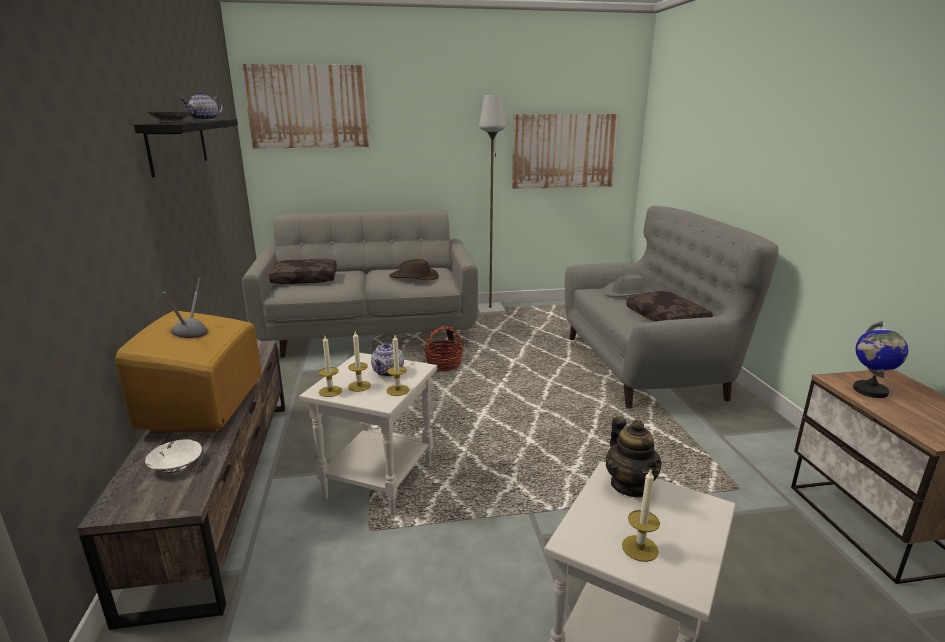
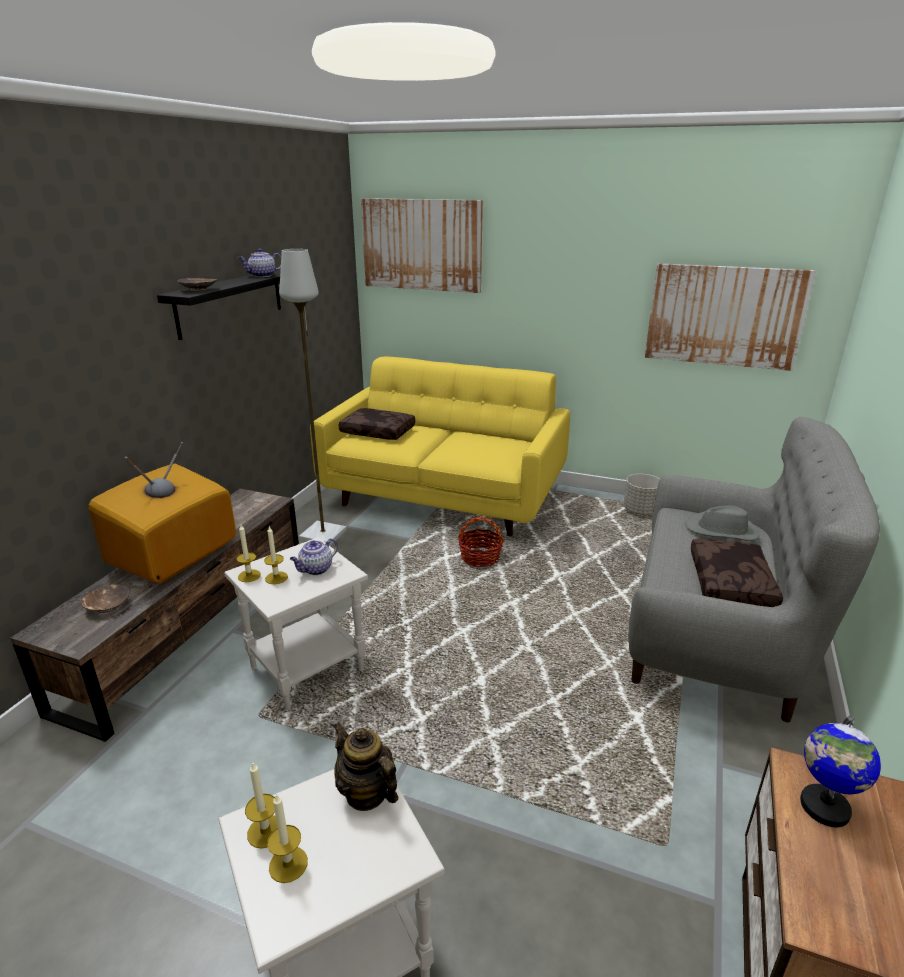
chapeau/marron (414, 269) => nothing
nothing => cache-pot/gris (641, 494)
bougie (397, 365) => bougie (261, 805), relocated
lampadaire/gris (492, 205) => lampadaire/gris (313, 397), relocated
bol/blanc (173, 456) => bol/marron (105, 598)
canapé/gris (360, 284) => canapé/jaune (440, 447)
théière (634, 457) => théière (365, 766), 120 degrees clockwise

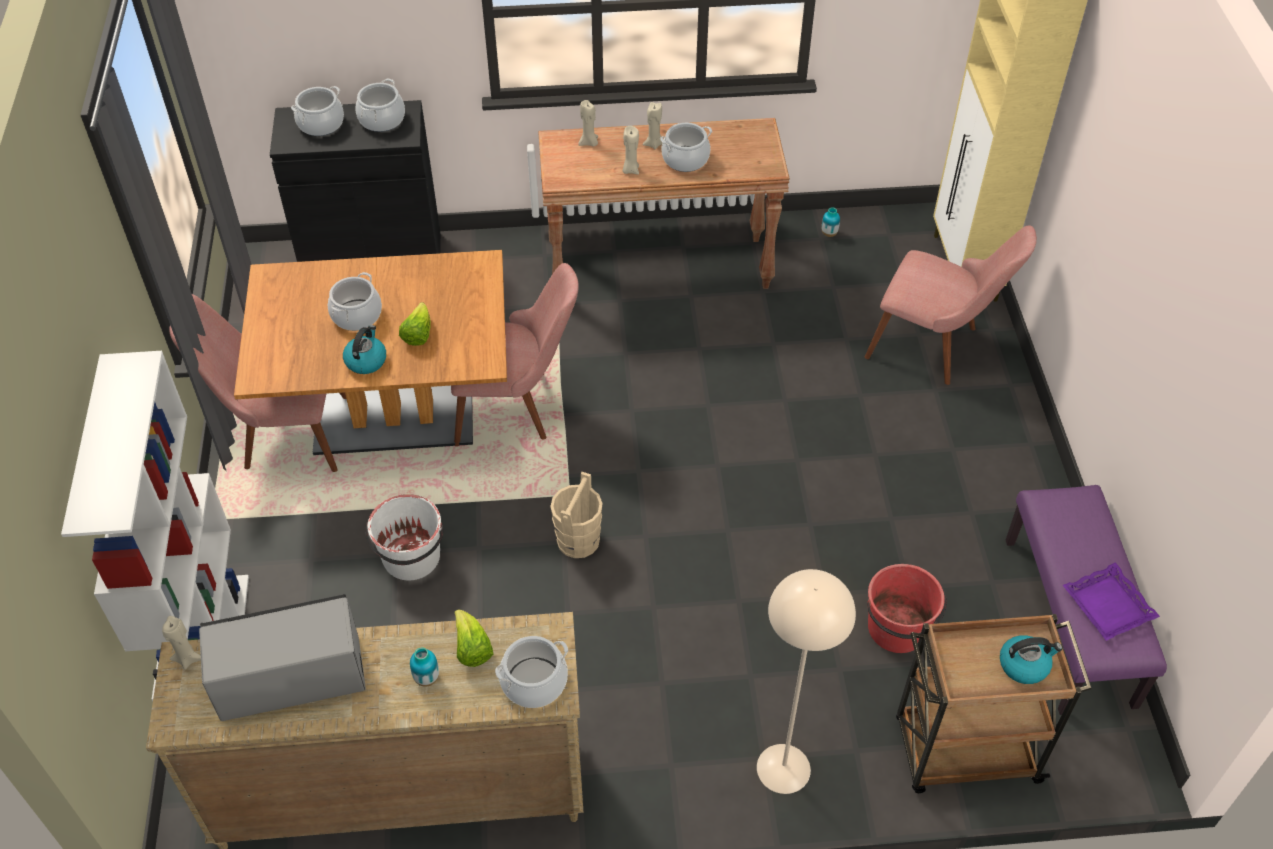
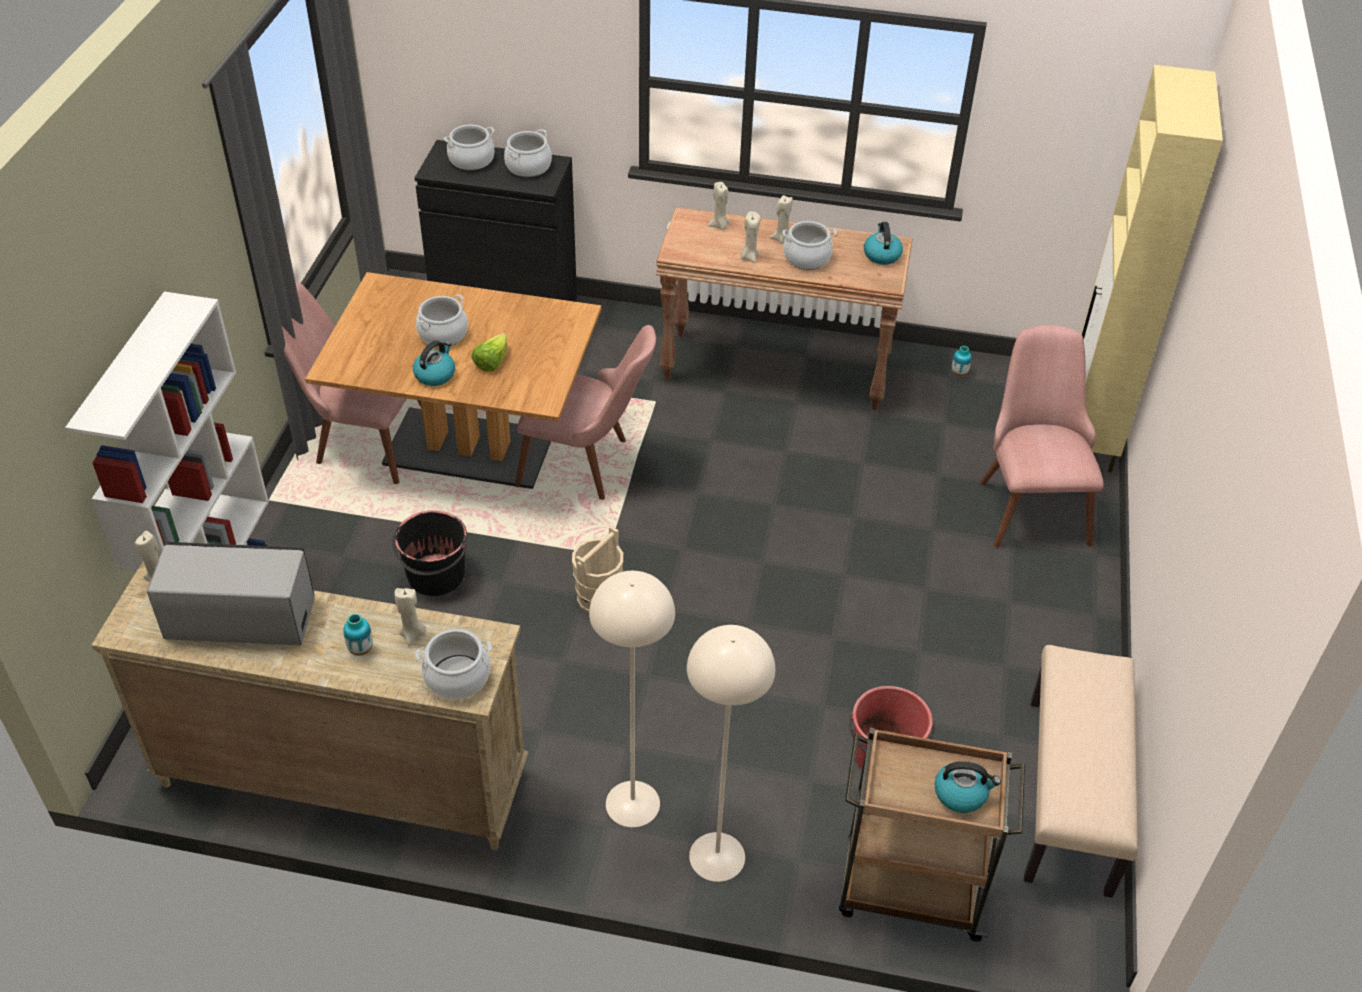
plateau/violet (1111, 601) => nothing
nothing => lampadaire/beige (632, 699)
nothing => bouilloire (883, 243)
laitue (474, 638) => bougie/beige (410, 617)
seau/blanc (404, 537) => seau/noir (429, 553)
banc/violet (1086, 600) => banc/beige (1081, 771)
chaise/rose (950, 305) => chaise/rose (1042, 436), 135 degrees counterclockwise

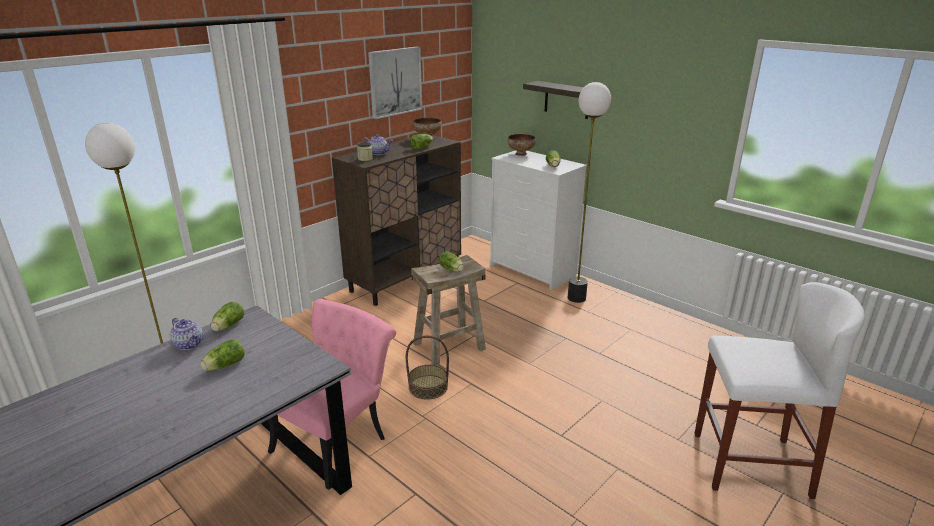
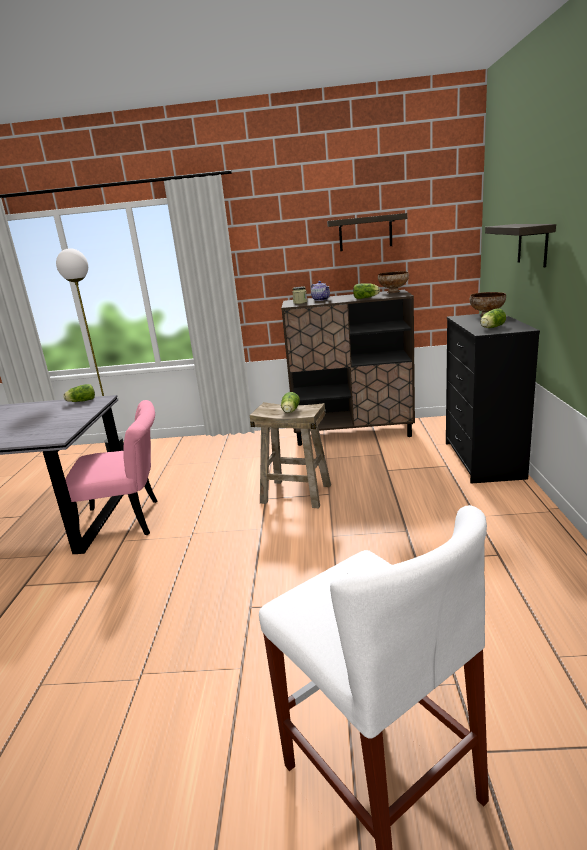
théière (186, 334) => nothing
laitue (222, 355) => nothing
panier (427, 368) => nothing
lampadaire (589, 192) => nothing
tableau (395, 83) => étagère (367, 232)
commode/blanc (538, 220) => commode/noir (493, 399)

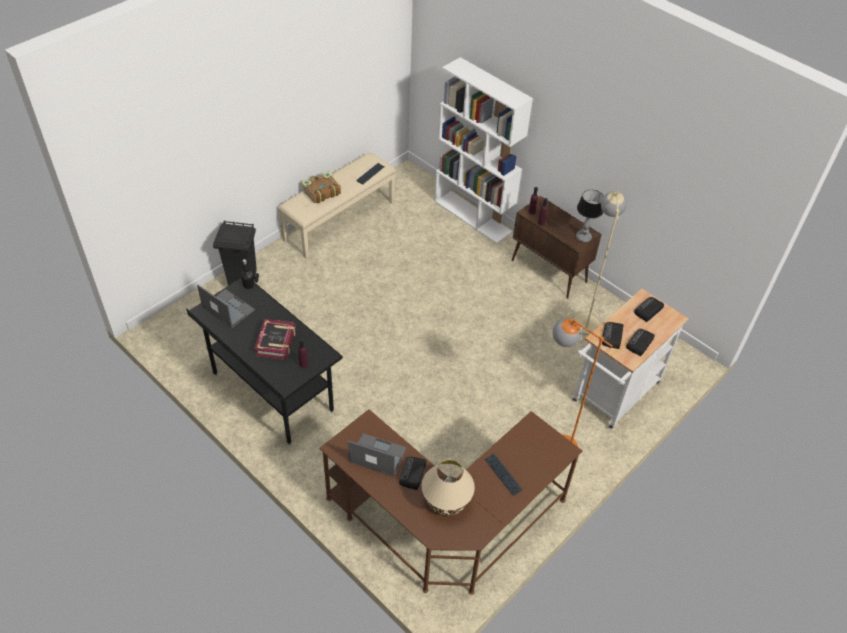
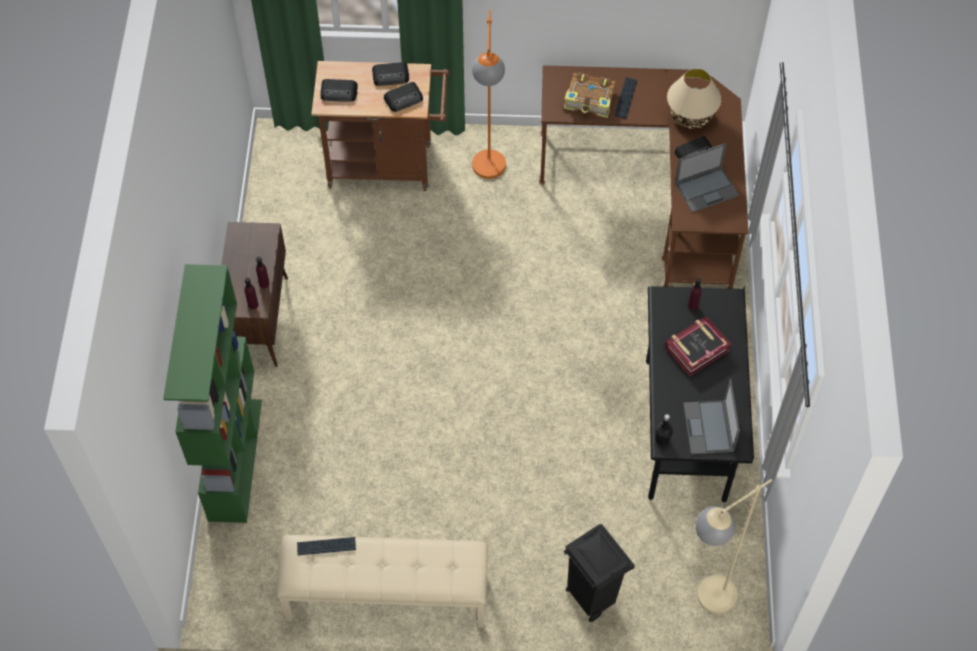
lampe de table (590, 216) => nothing
livre (321, 187) => livre (589, 95), relocated
lampadaire/beige (600, 263) => lampadaire/beige (733, 546), relocated
bibliothèque/blanc (483, 150) => bibliothèque/vert (212, 393)
chariot/blanc (630, 359) => chariot/marron (380, 126)
ordinateur portable (377, 455) => ordinateur portable (707, 178), 90 degrees counterclockwise

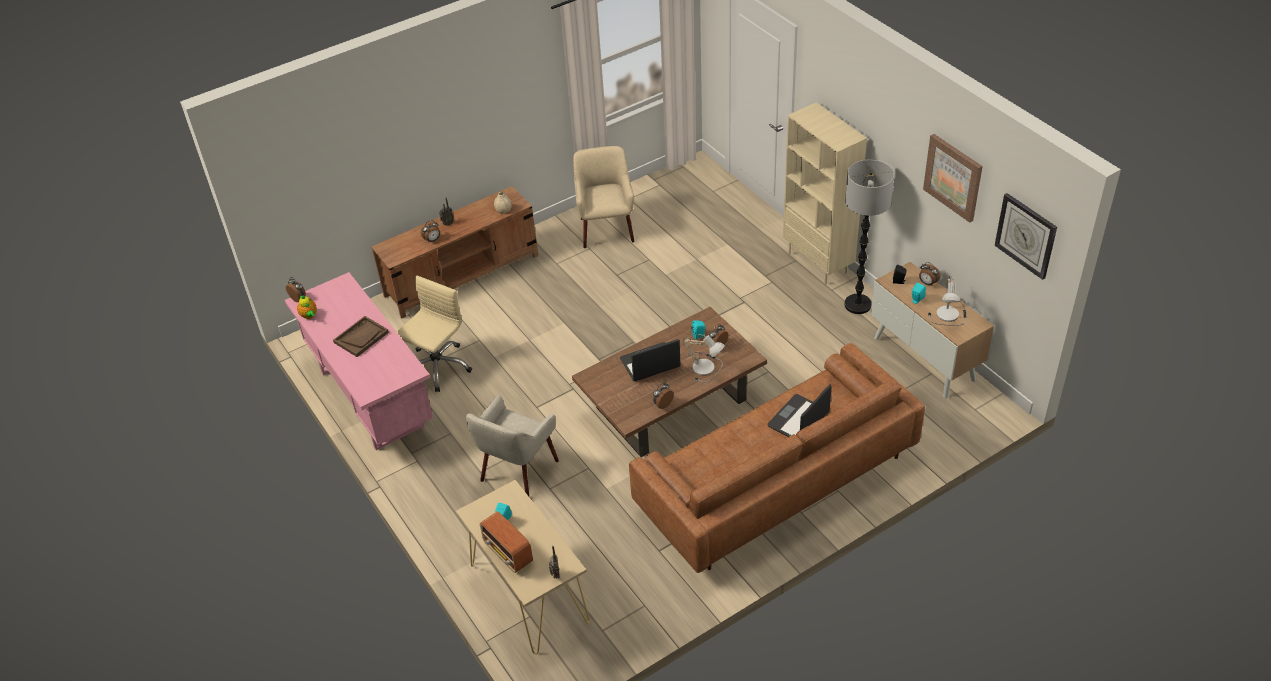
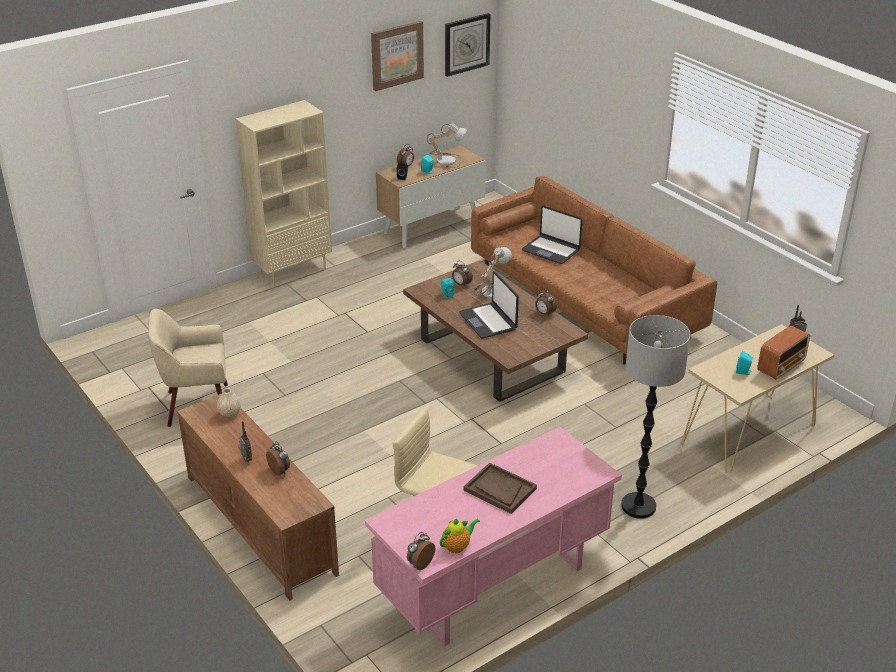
fauteuil/beige (512, 445) => nothing
lampadaire (869, 237) => lampadaire (656, 417), relocated

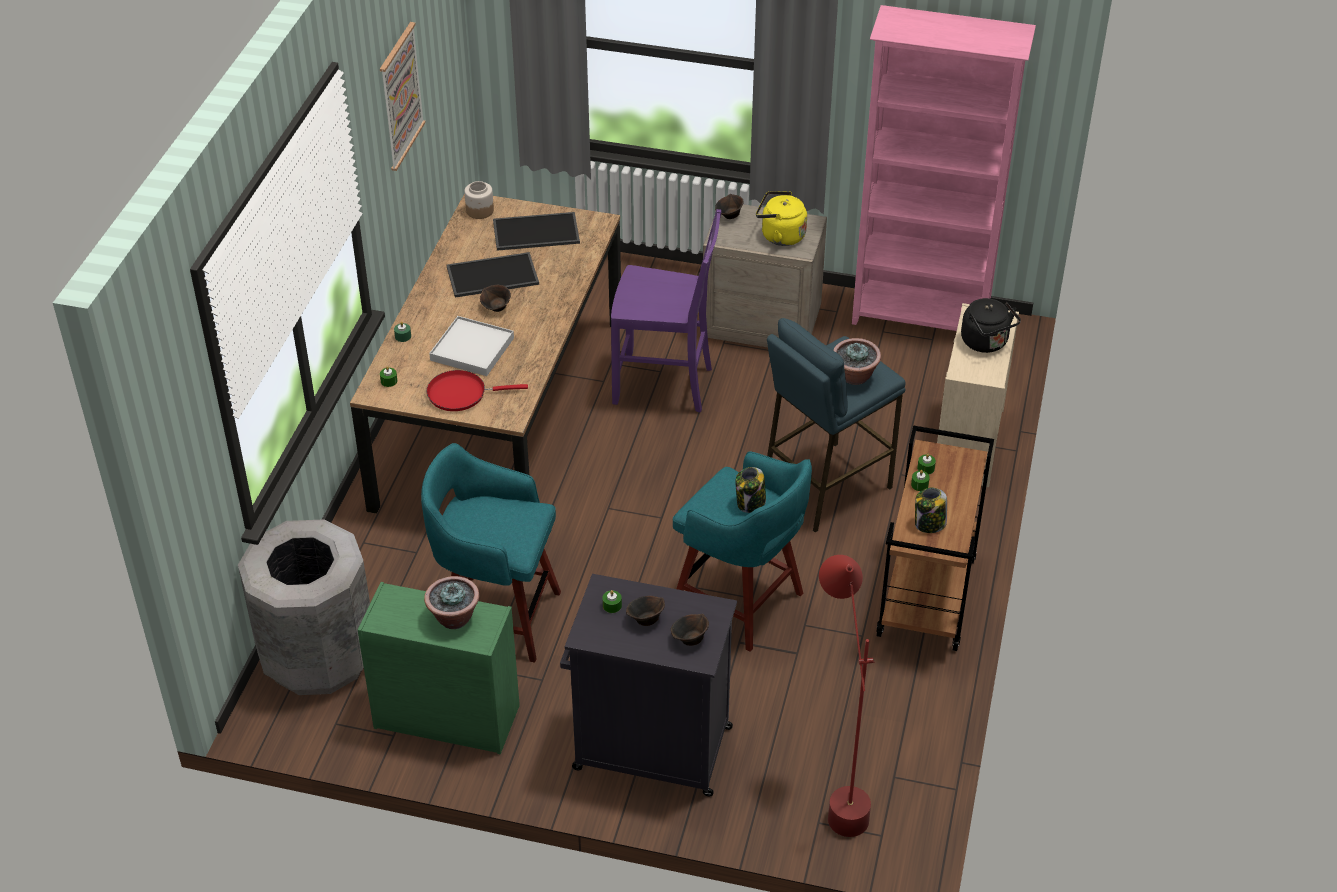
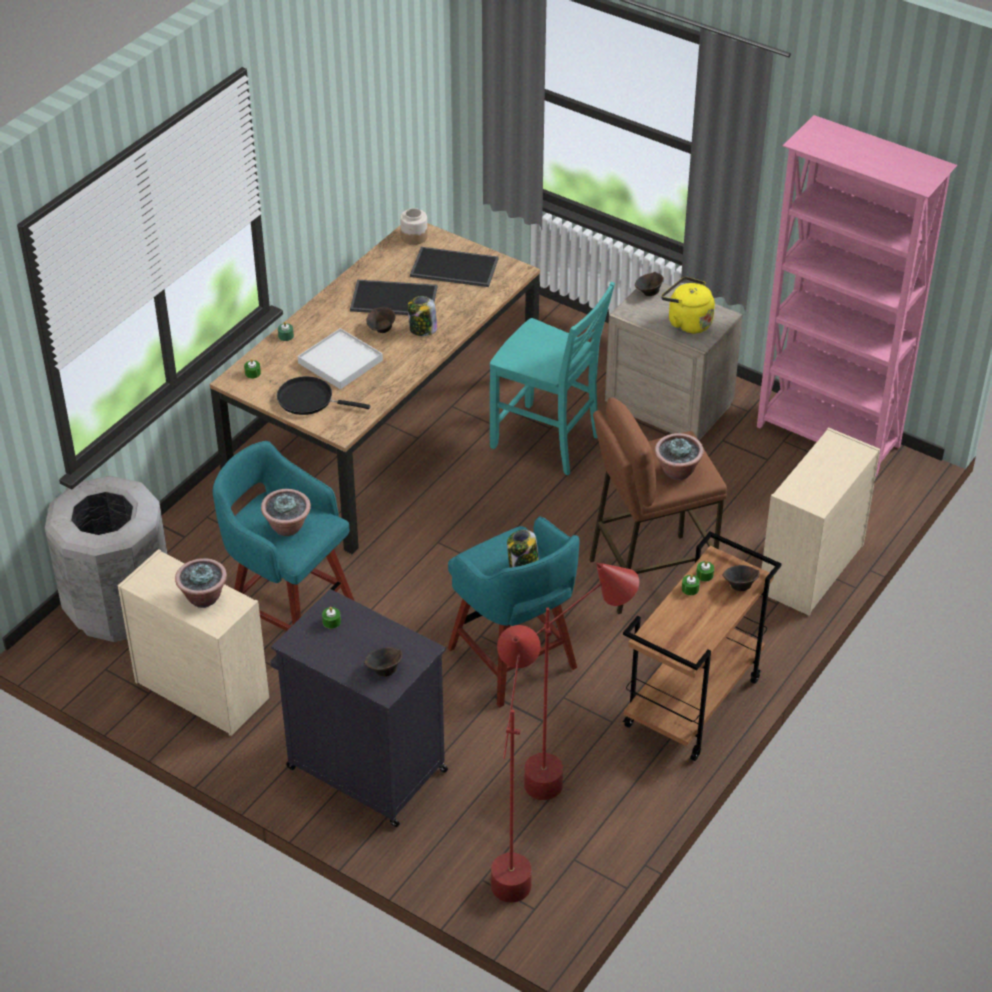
tableau (403, 96) => nothing
bouilloire/noir (991, 325) => nothing
nothing => plante en pot (286, 512)
nothing => lampadaire/rouge (581, 681)
bol/marron (645, 611) => bol/marron (741, 578), relocated
bocal (931, 510) => bocal (422, 316), relocated
commode/vert (439, 668) => commode/beige (193, 642)
poêle/rouge (477, 390) => poêle/noir (324, 395)
chaise/violet (666, 311) => chaise/turquoise (552, 378)
tabouret/bleu (836, 425) => tabouret/marron (658, 505)

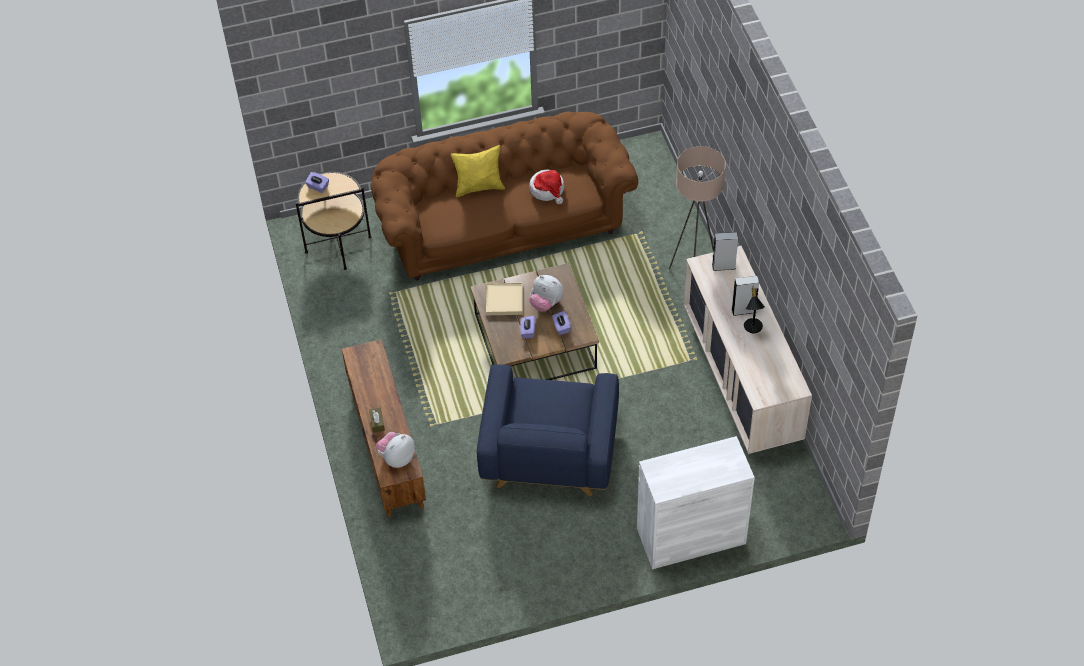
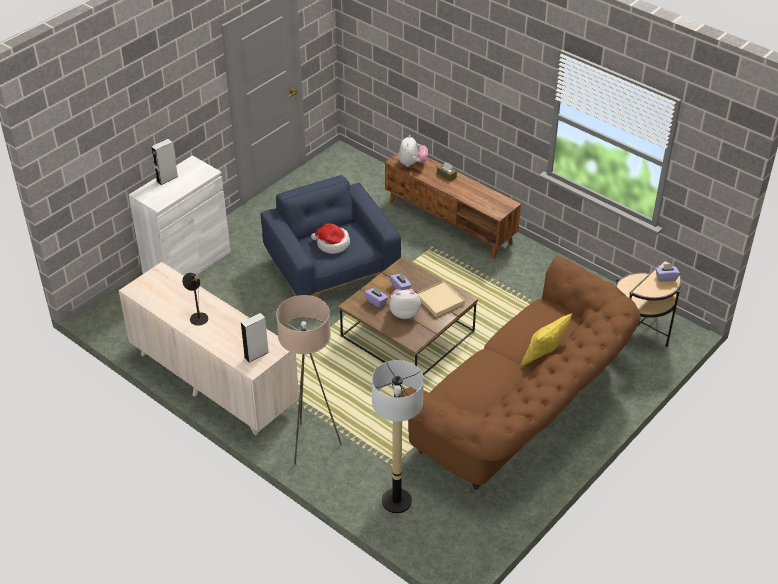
nothing => lampadaire (398, 437)
chapeau (546, 187) => chapeau (330, 238), relocated
enceinte/gris (745, 296) => enceinte/gris (164, 162), relocated

